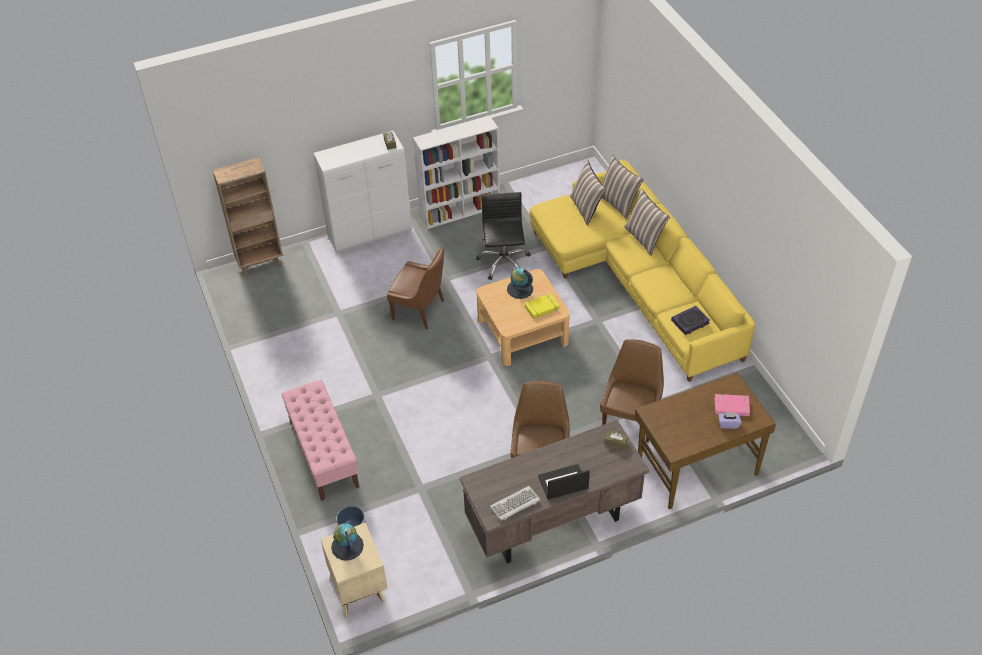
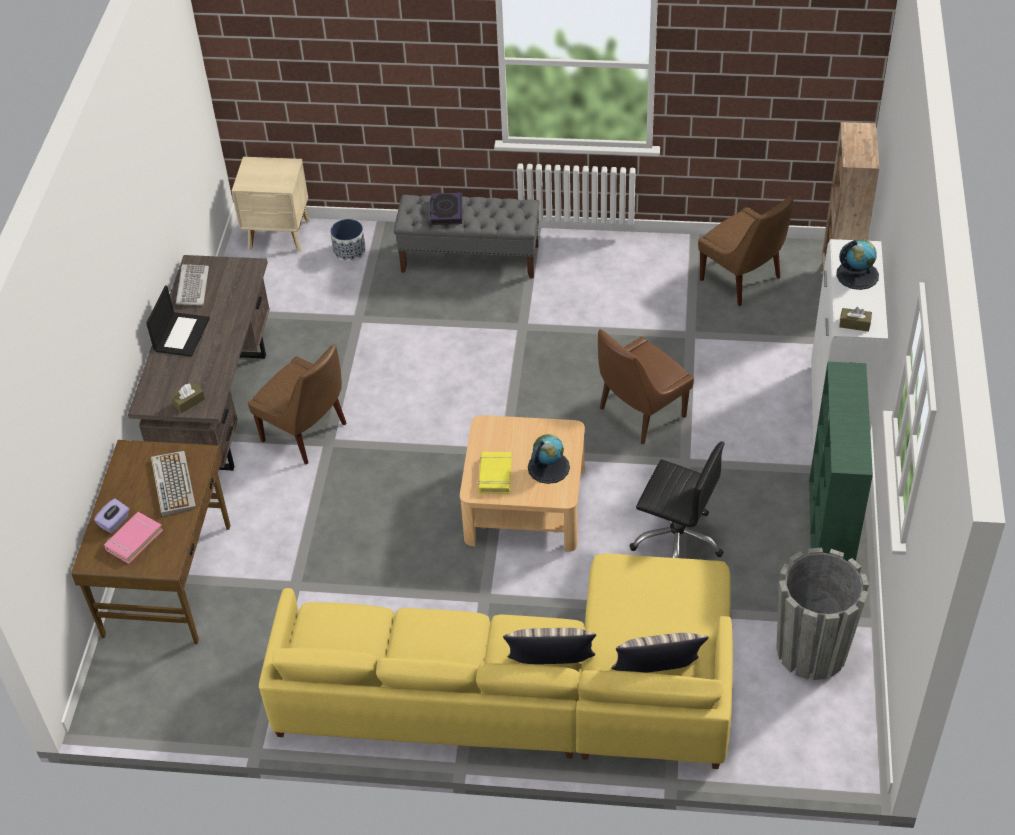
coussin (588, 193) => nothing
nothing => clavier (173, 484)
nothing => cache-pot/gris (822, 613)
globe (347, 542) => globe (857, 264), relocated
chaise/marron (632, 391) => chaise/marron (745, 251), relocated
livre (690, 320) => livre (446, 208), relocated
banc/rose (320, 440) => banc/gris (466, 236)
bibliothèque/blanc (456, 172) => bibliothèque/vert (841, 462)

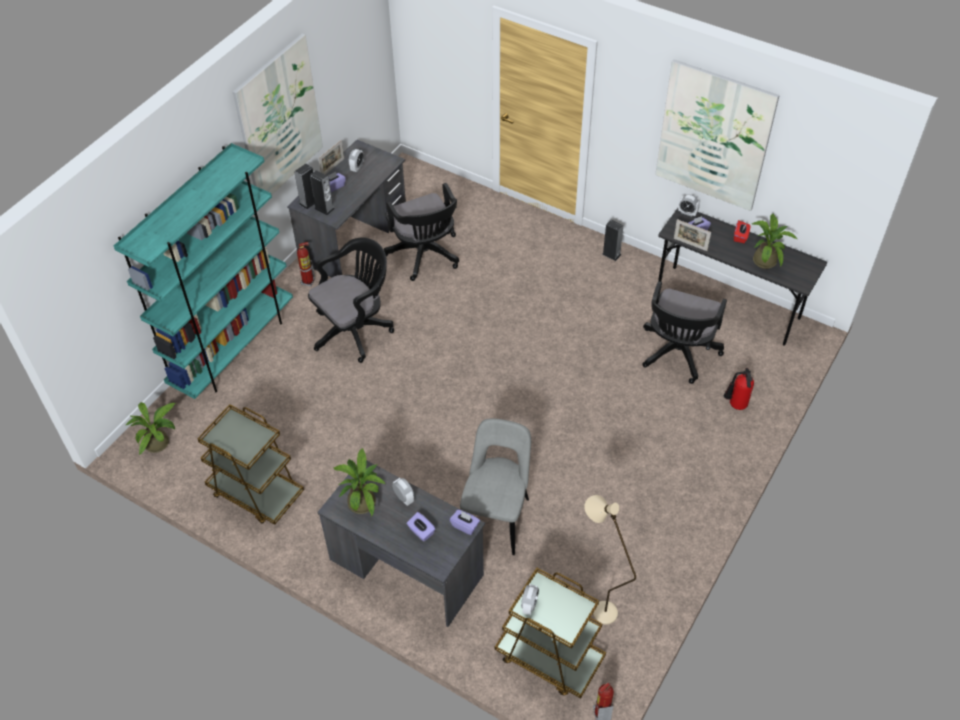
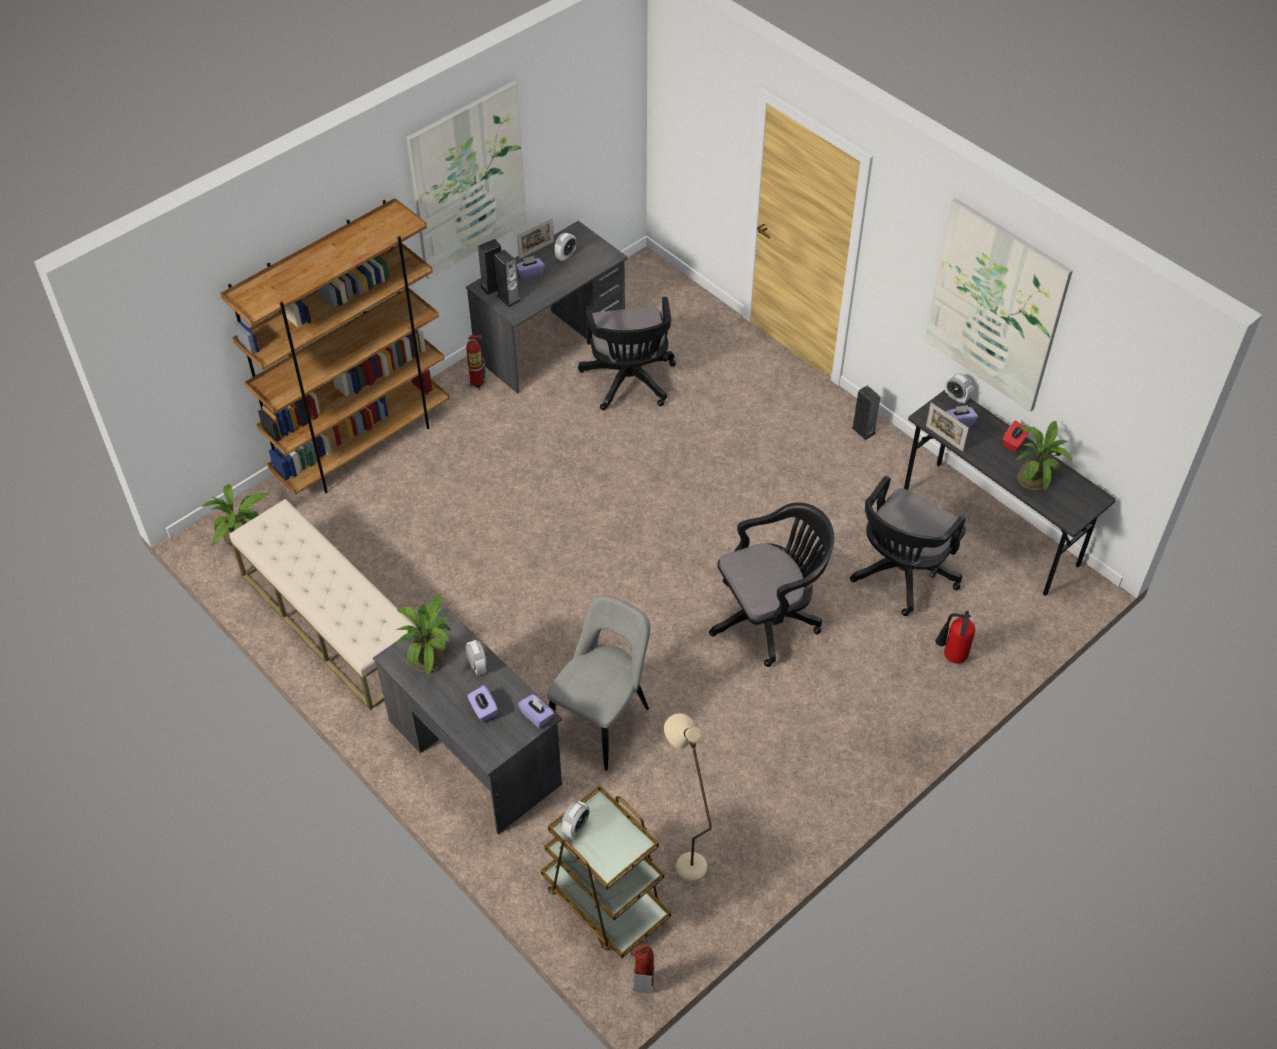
chaise de bureau/noir (351, 300) => chaise de bureau/noir (771, 585), relocated
chariot/marron (250, 464) => banc/beige (322, 604)
bibliothèque/turquoise (203, 271) => bibliothèque/marron (335, 346)

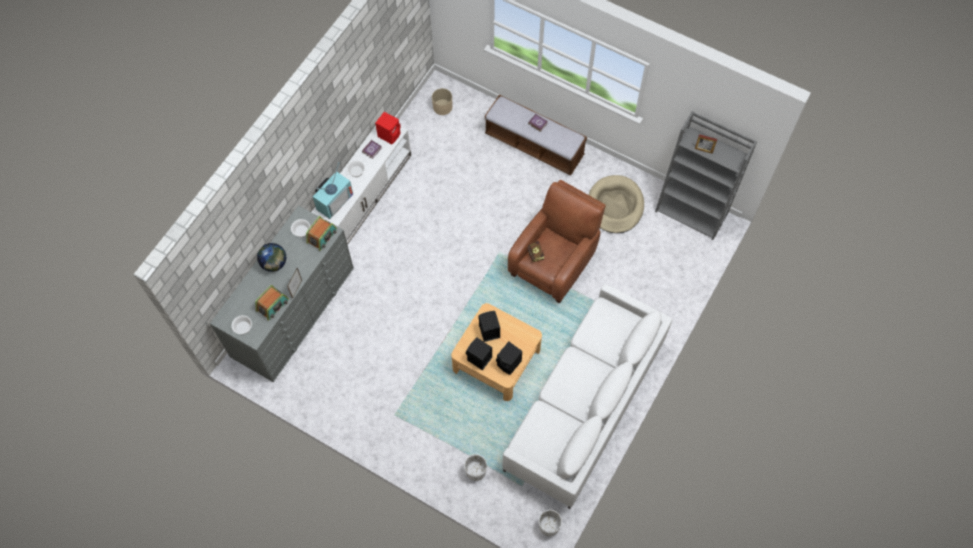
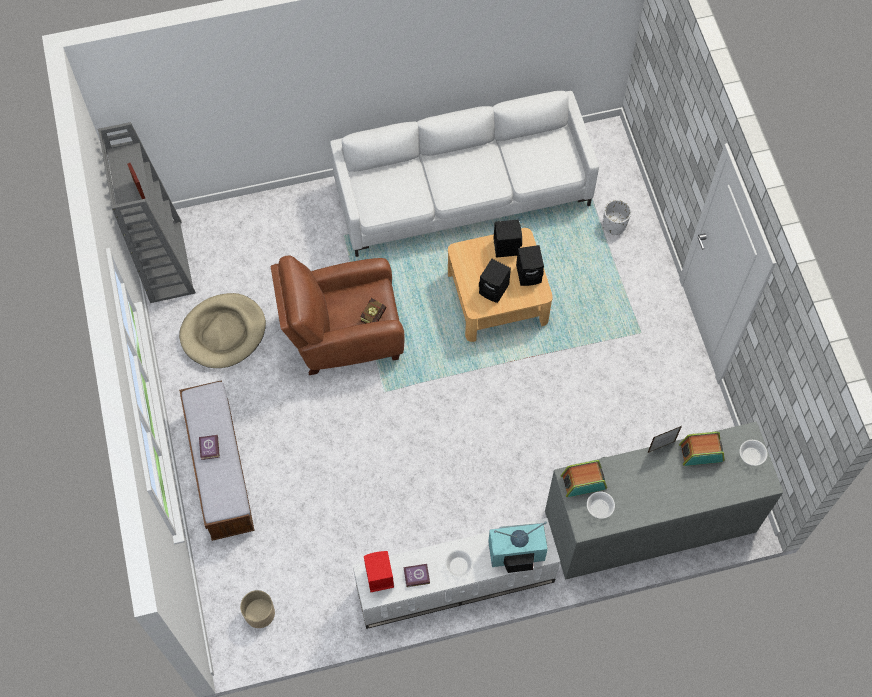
globe (271, 257) => nothing
cache-pot/blanc (550, 523) => nothing

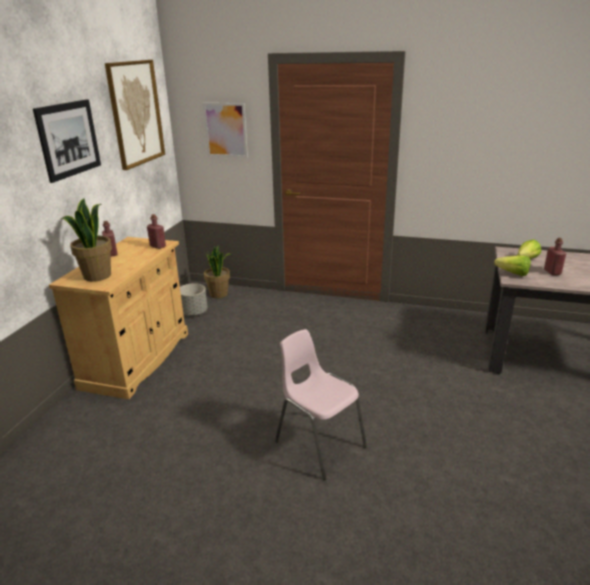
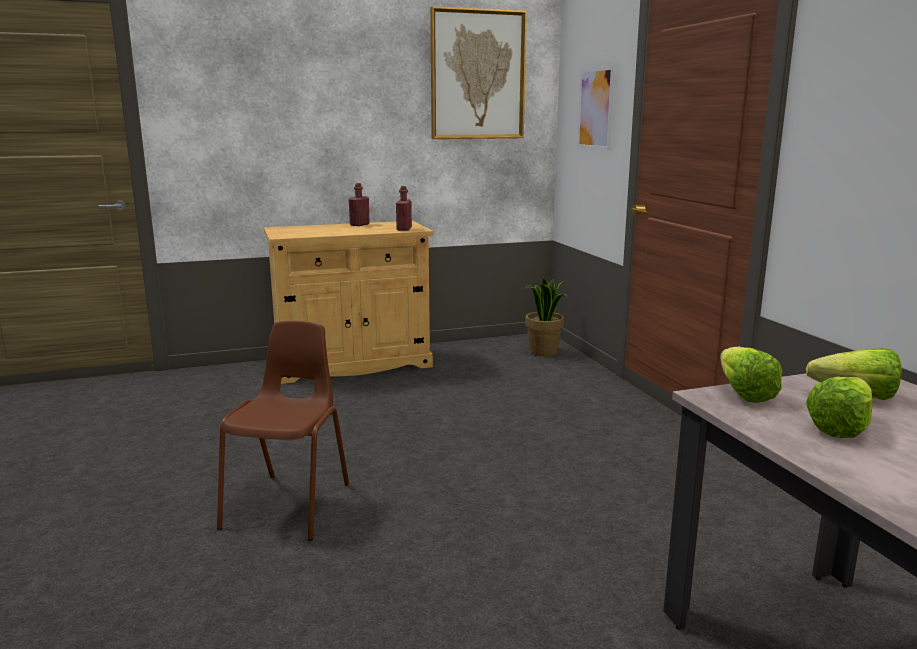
tableau (67, 141) => nothing
plante en pot (86, 240) => nothing
cache-pot/gris (194, 299) => nothing
bouteille/rouge (555, 256) => laitue (839, 407)
chaise/rose (321, 404) => chaise/marron (283, 431)

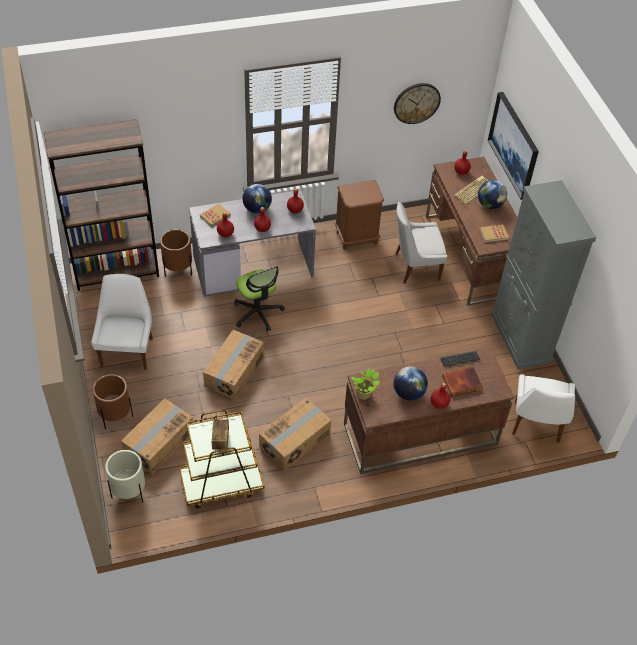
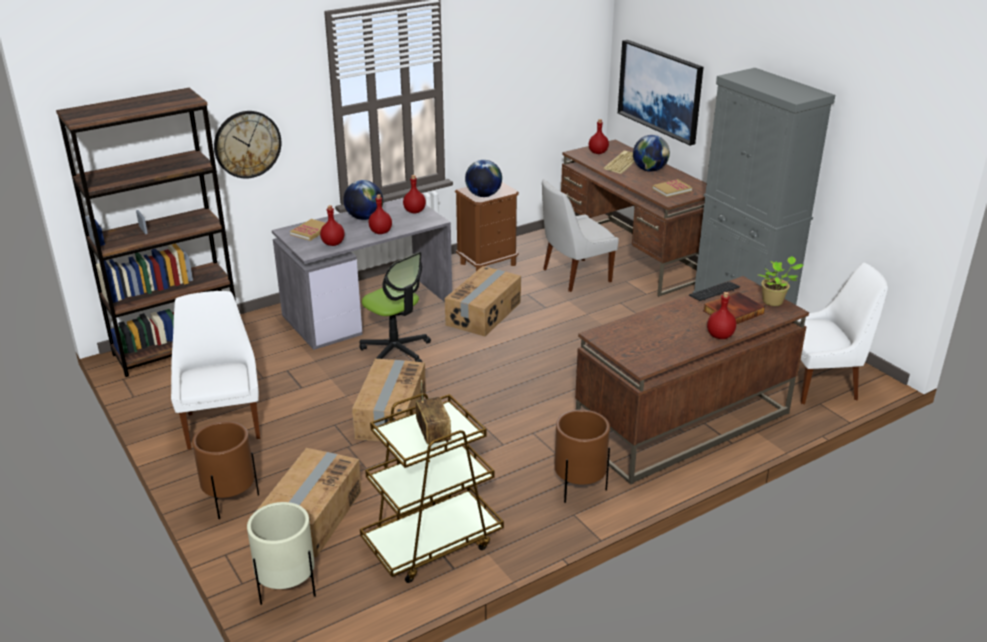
cache-pot/marron (176, 253) => cache-pot/marron (582, 456), relocated
carton (295, 434) => carton (483, 301), relocated
plante en pot (365, 384) => plante en pot (781, 281), relocated
horloge murale (417, 103) => horloge murale (247, 144), relocated
globe (411, 383) => globe (483, 178), relocated
chaise/blanc (543, 408) => chaise/blanc (842, 333), 90 degrees counterclockwise

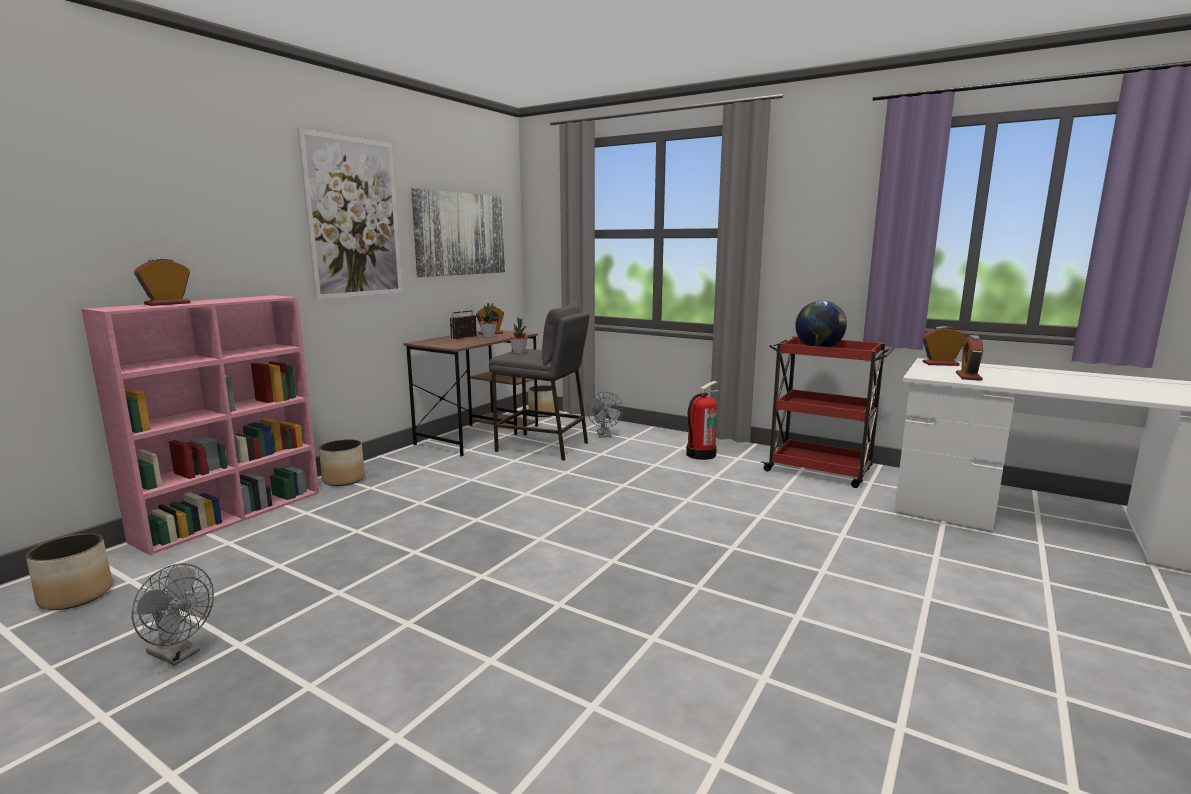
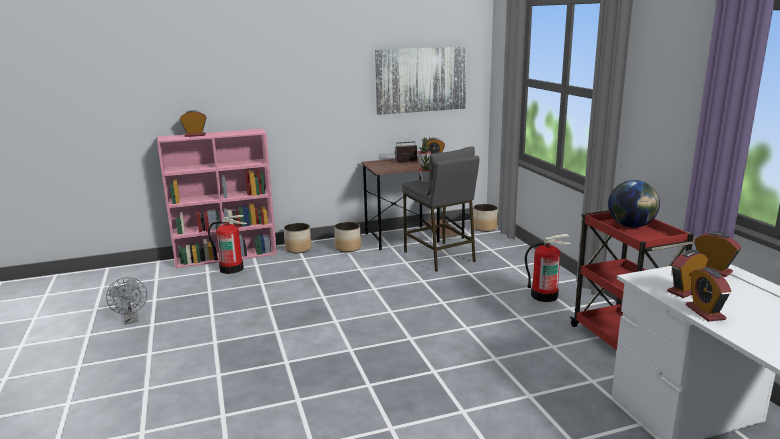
tableau (350, 214) => nothing
ventilateur/gris (605, 415) => nothing
nothing => extincteur (227, 244)
nothing => réveil (708, 294)
cache-pot (69, 571) => cache-pot (347, 237), relocated

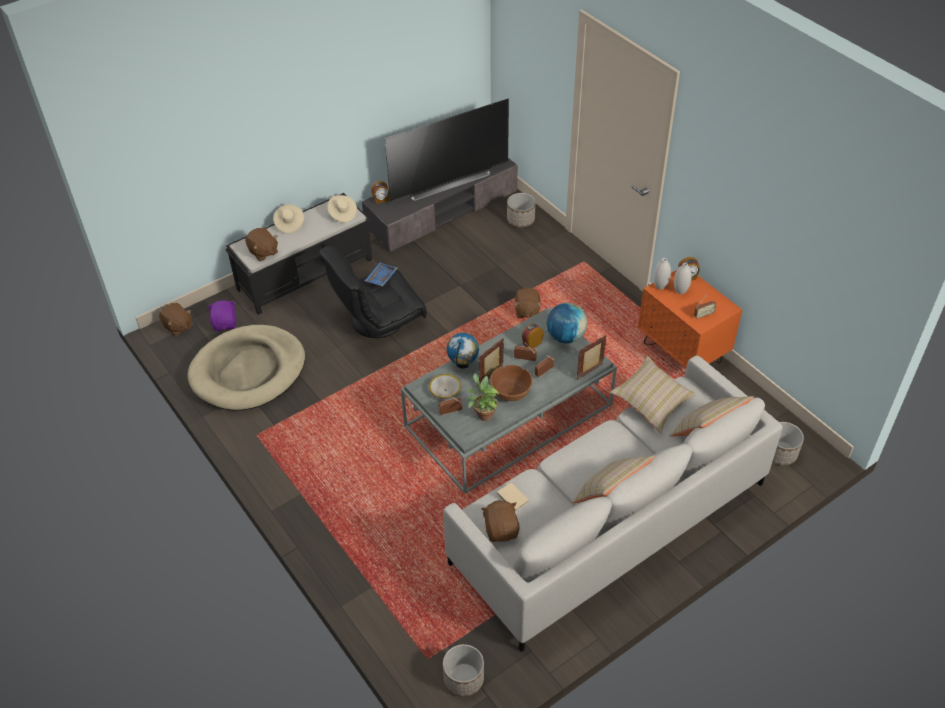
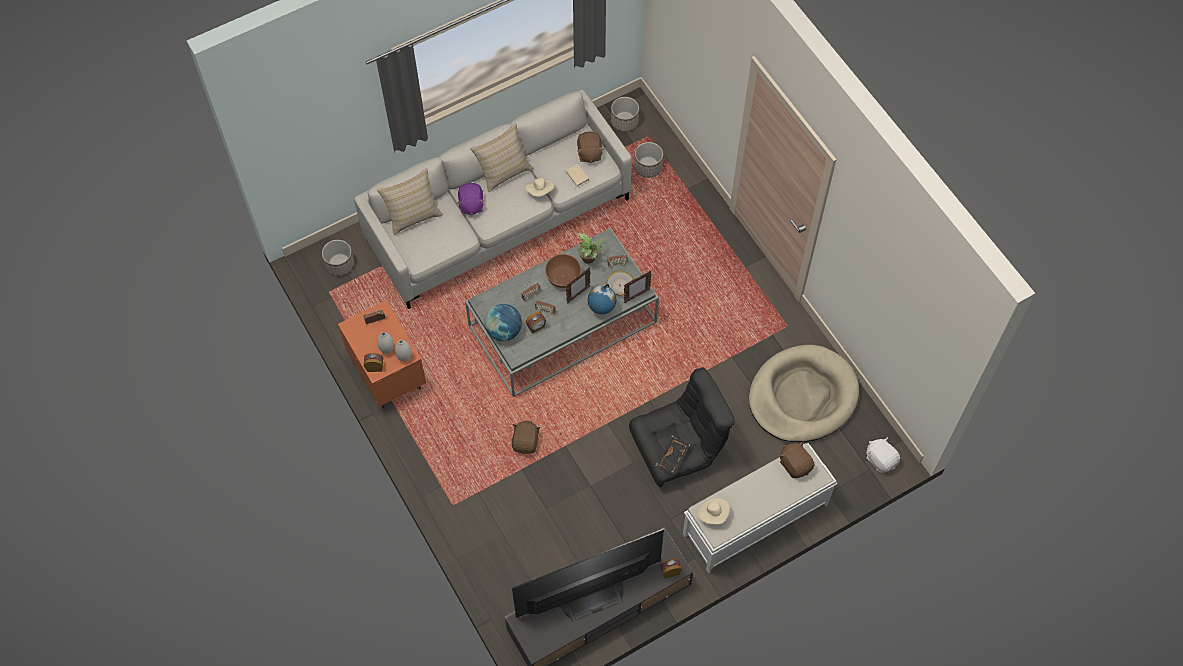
coussin/beige (653, 395) => nothing
peluche/violet (221, 315) => peluche/violet (470, 199), relocated
chapeau/beige (288, 218) => chapeau/beige (540, 187), relocated
cache-pot (521, 210) => cache-pot (648, 160), relocated
cadre photo (592, 357) => cadre photo (637, 287), relocated
peluche/marron (176, 319) => peluche/blanc (883, 455)
banc/noir (298, 254) => banc/blanc (760, 508)
plateau/bleu (381, 274) => plateau/noir (673, 455)

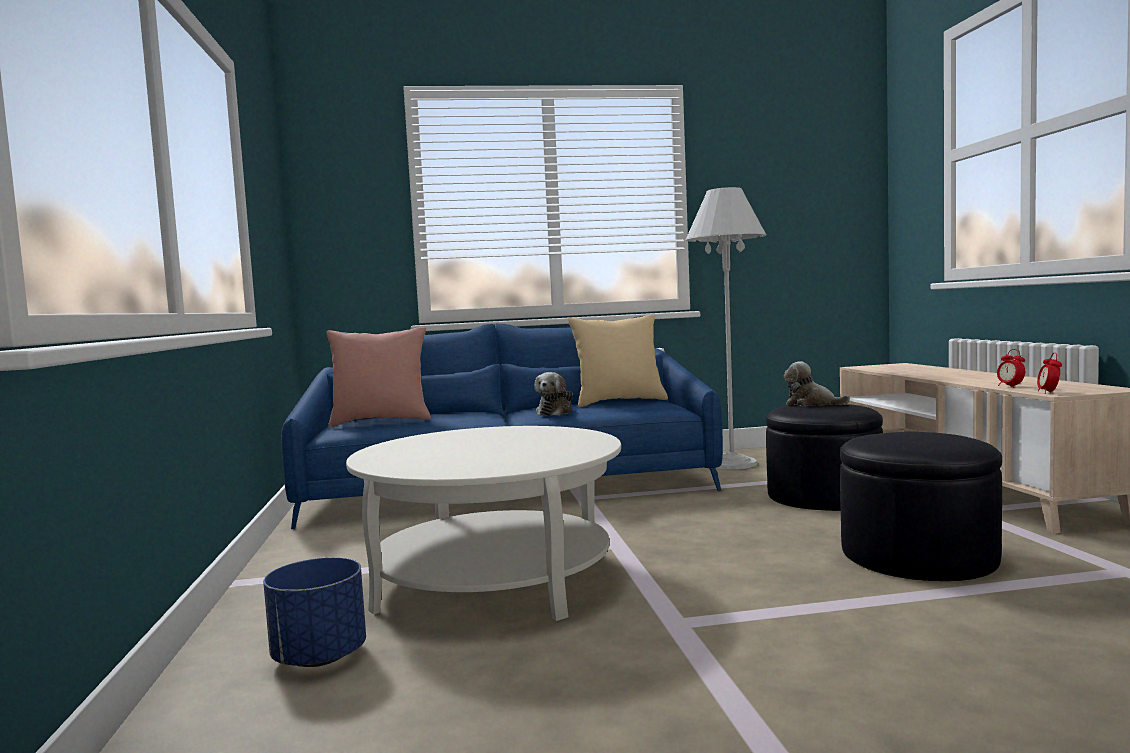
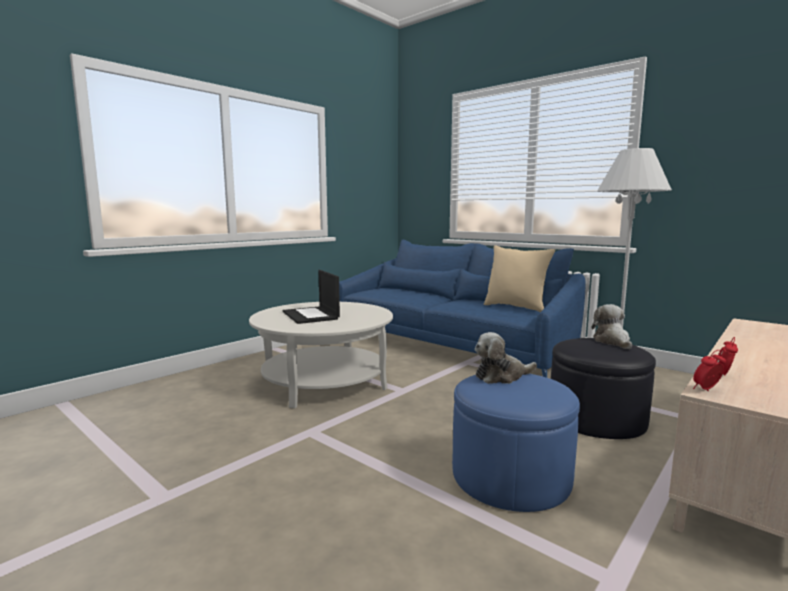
cache-pot/bleu (314, 612) => nothing
coussin/rose (378, 377) => nothing
nothing => ordinateur portable (311, 297)
peluche (553, 394) => peluche (506, 358), relocated
pouf/noir (921, 506) => pouf/bleu (516, 443)

